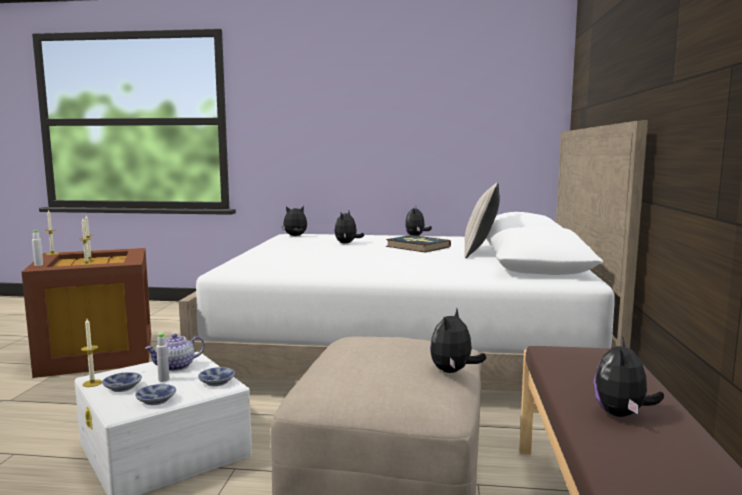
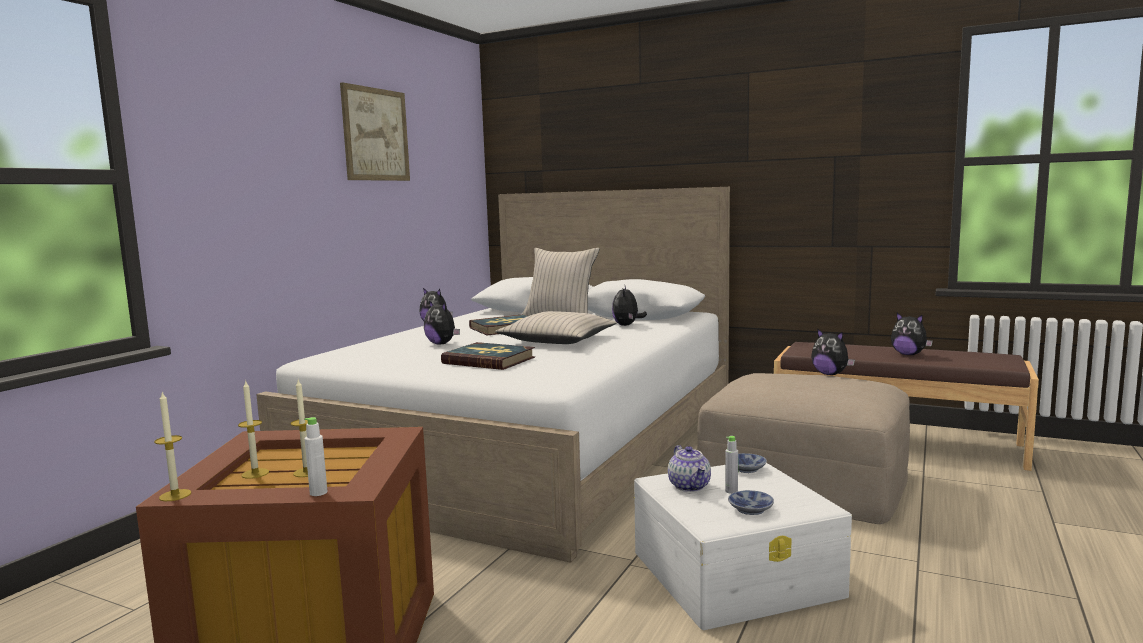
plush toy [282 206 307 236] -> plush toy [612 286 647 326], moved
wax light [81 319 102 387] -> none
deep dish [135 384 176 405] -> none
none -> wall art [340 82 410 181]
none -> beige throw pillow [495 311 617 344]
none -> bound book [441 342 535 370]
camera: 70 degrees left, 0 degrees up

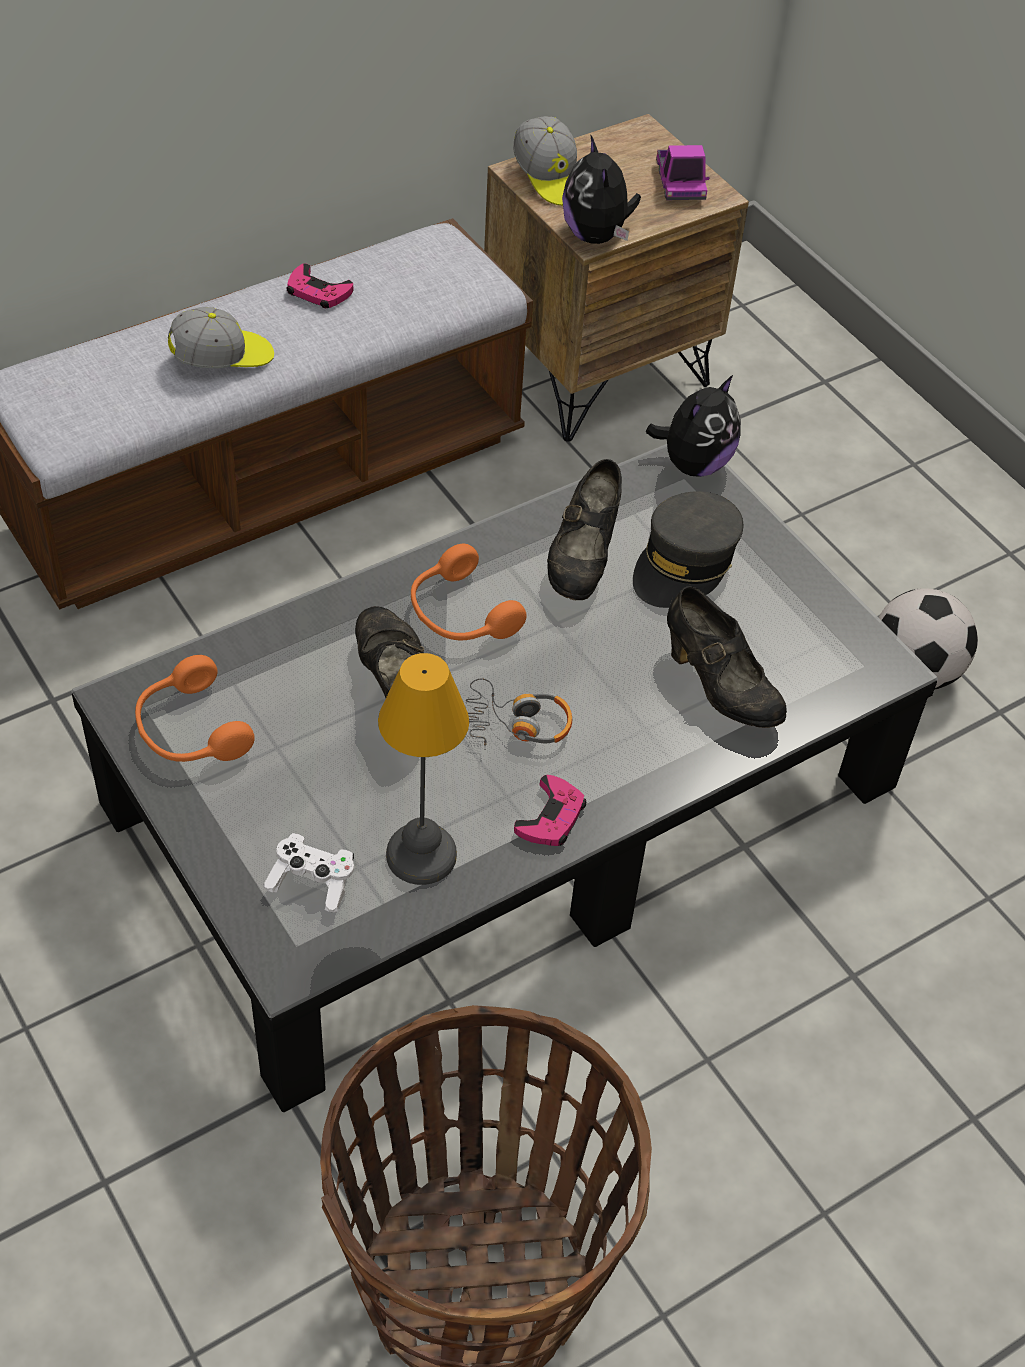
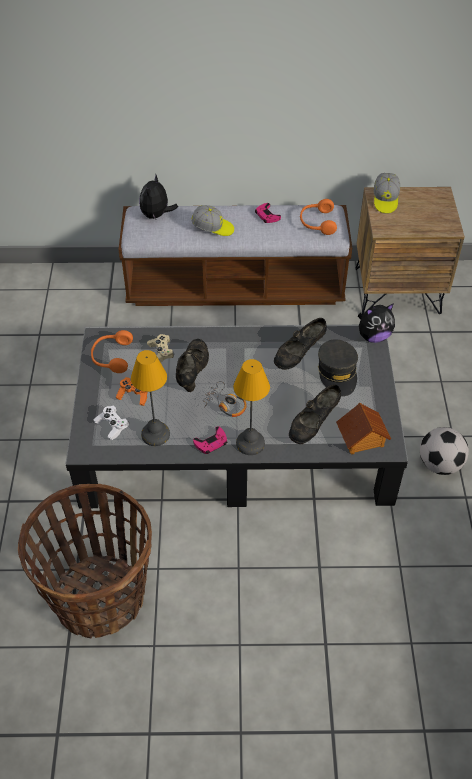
plush toy [562 134 641 244] -> plush toy [139 174 178 220], moved
model truck [656 145 710 200] -> none
grey baseball cap [633 491 743 608] -> grey baseball cap [318 339 358 396], 75 degrees counterclockwise
orangey pair of headphones [411 544 527 640] -> orangey pair of headphones [300 199 337 235], moved
black-coloured shoe [667 586 787 728] -> black-coloured shoe [289 384 341 444], 45 degrees clockwise
none -> beige gamepad [147 334 174 363]
none -> lamp for a table [233 359 270 455]
none -> orangey gamepad [116 377 148 406]
none -> model house [336 403 391 455]
camera: 35 degrees right, 0 degrees up

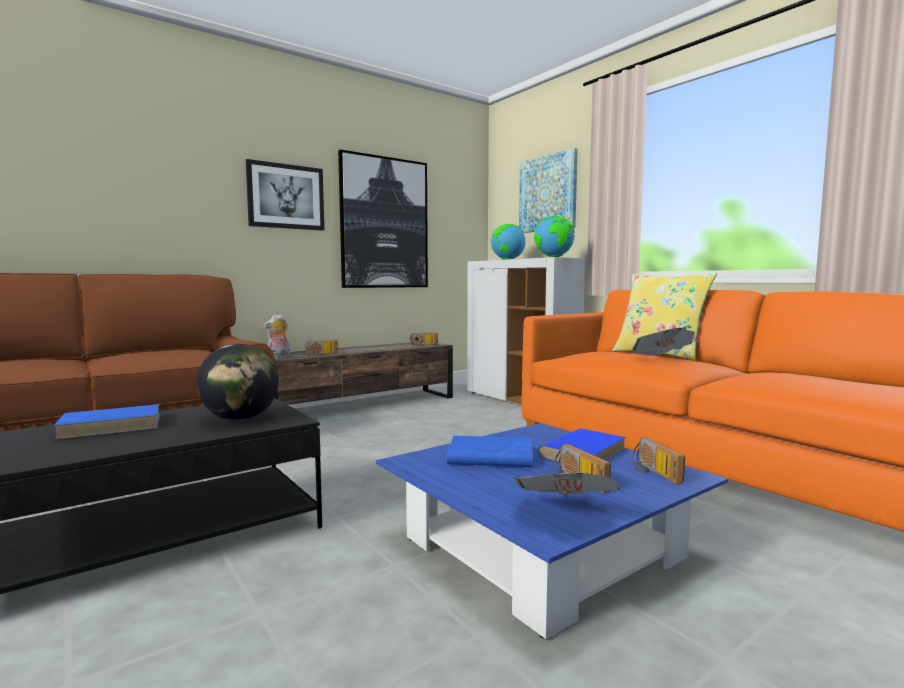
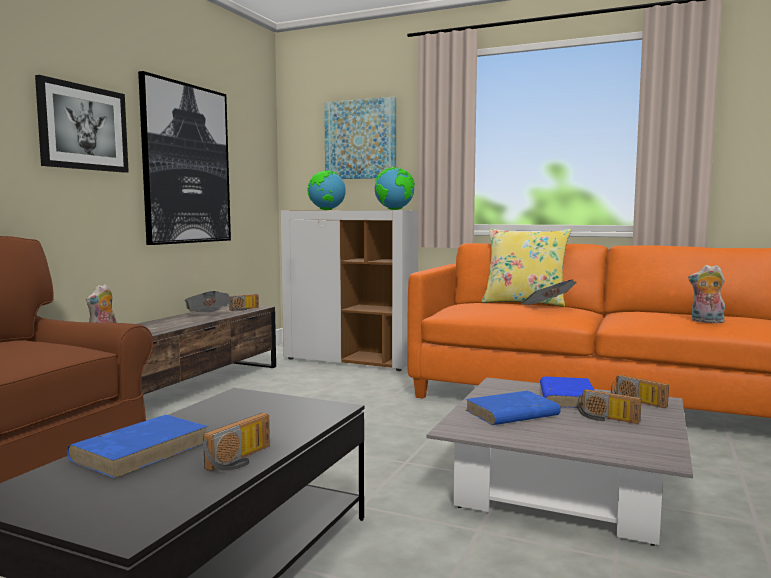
radio set [305 340 338 356] -> radio set [203 413 270 471], moved
globe [196 344 279 420] -> none
blue coffee table [376 423 728 639] -> grey coffee table [426 377 693 546]
newspaper [513 473 621 495] -> newspaper [184 291 232 312], moved
none -> plush toy [688 265 725 323]
camera: 30 degrees left, 0 degrees up

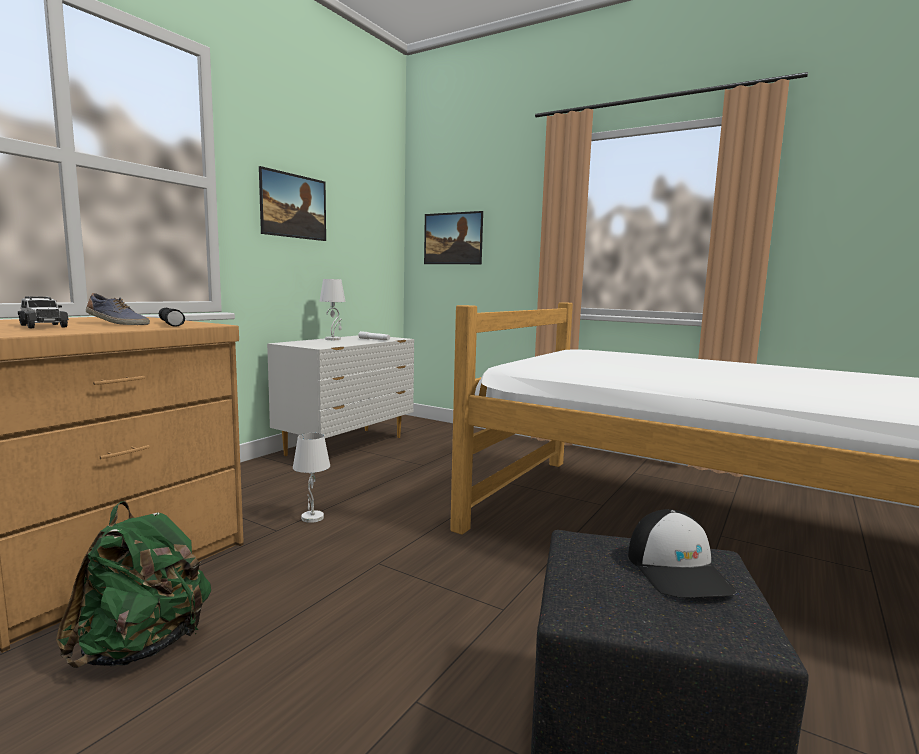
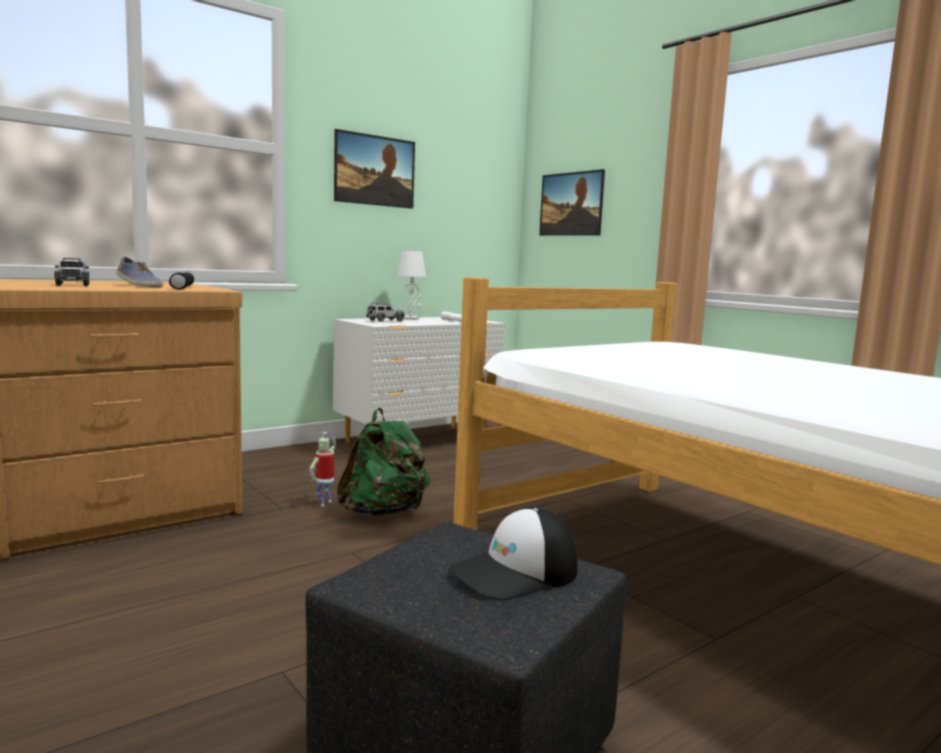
whitish lamp for a table [293 433 330 523] -> toy robot [309 432 336 506]
greenish knapsack [56 501 211 668] -> greenish knapsack [337 408 430 516], moved
baseball cap [628 509 737 598] -> baseball cap [449 507 578 600], 45 degrees clockwise
none -> toy car [366 303 405 322]
camera: 20 degrees right, 0 degrees up

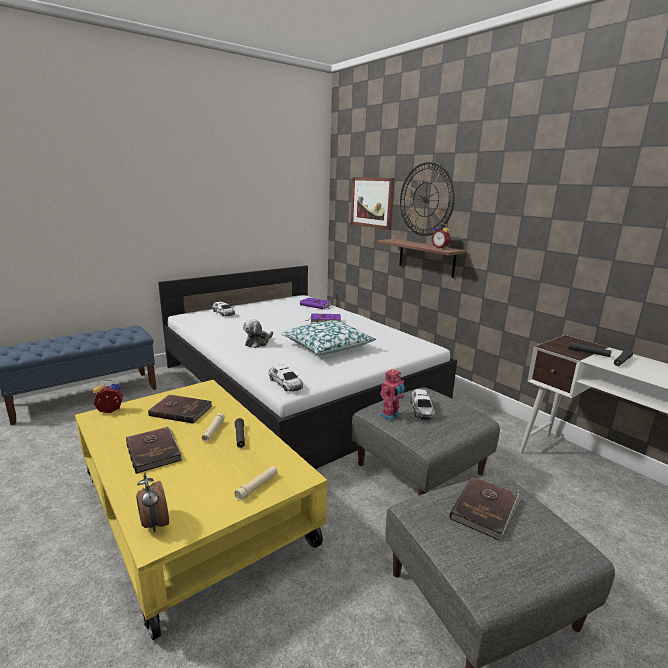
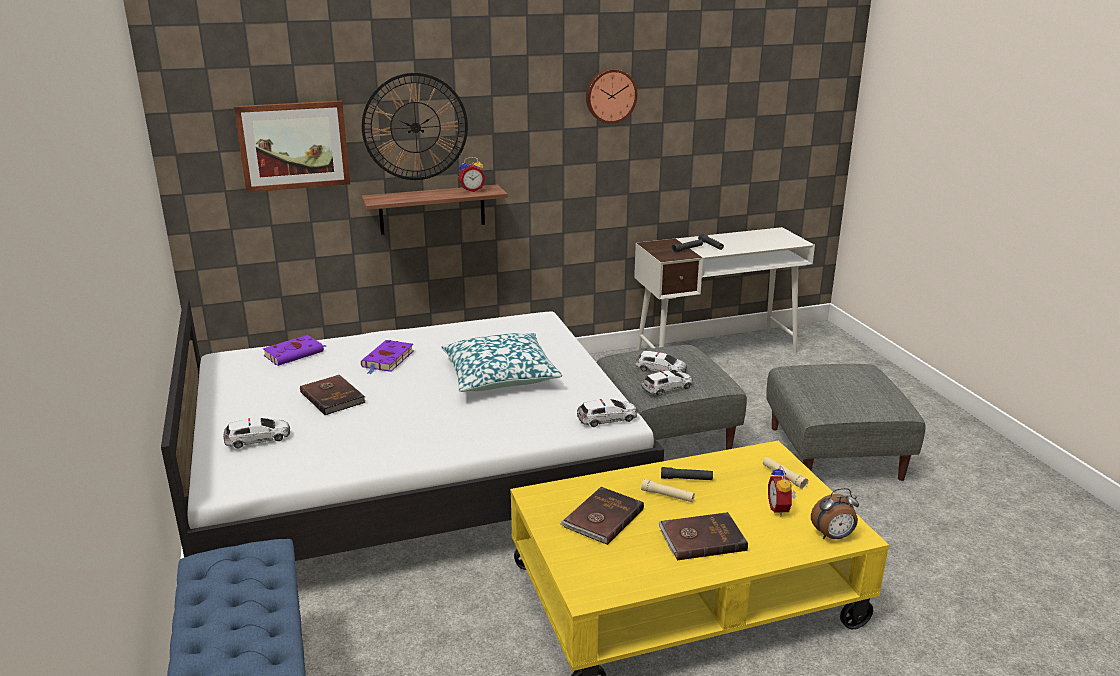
plush toy [243 319 273 348] -> none
toy robot [380 368 405 421] -> toy car [641 370 693 396]
bedside clock [93 380 123 413] -> bedside clock [768 465 796 516], moved
brown bound book [450 476 521 541] -> brown bound book [300 375 365 415], moved
none -> wall clock [586 69 637 124]
camera: 70 degrees left, 5 degrees up

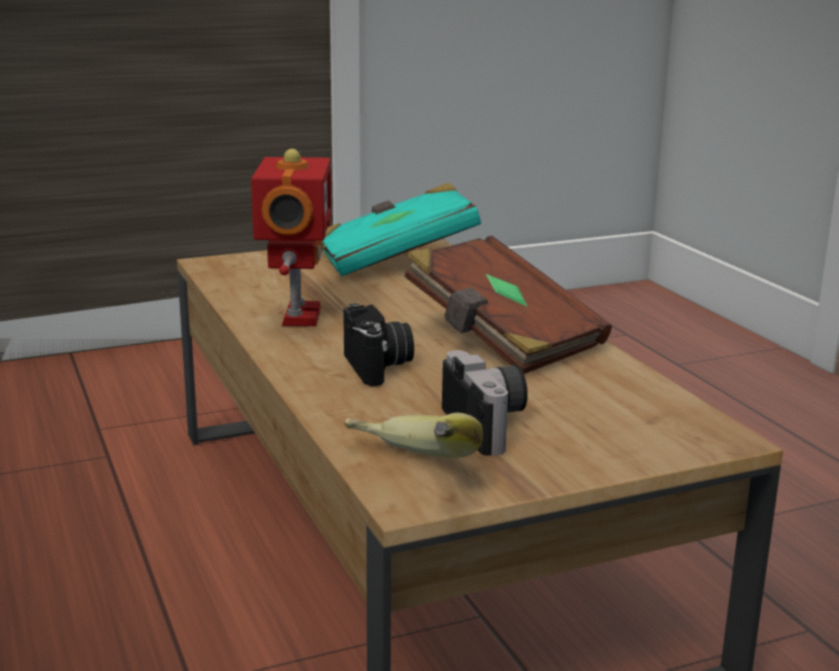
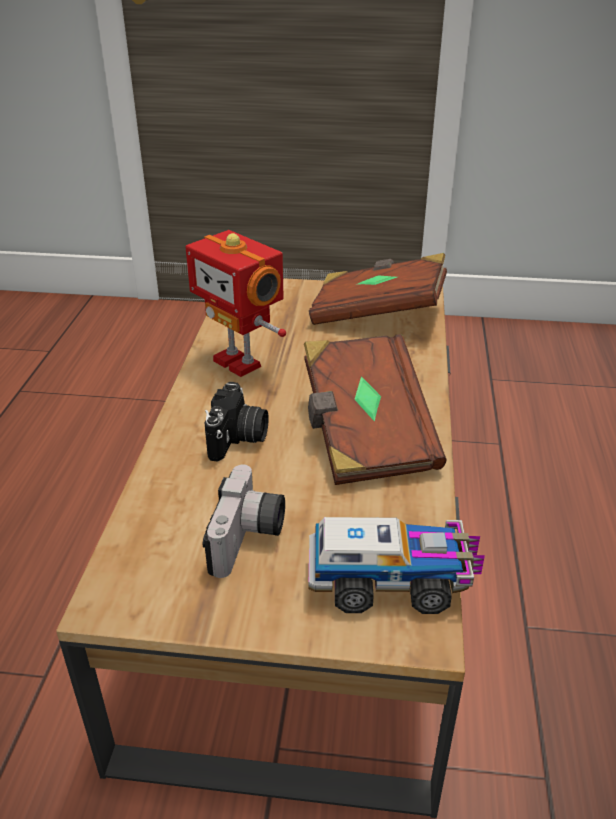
toy robot [251 149 332 326] -> toy robot [185 230 286 377], 105 degrees clockwise
turquoise-coloured bound book [323 183 481 277] -> brown bound book [309 253 447 325]
whole banana [344 413 483 458] -> none
none -> model truck [309 517 485 614]
camera: 30 degrees right, 15 degrees up

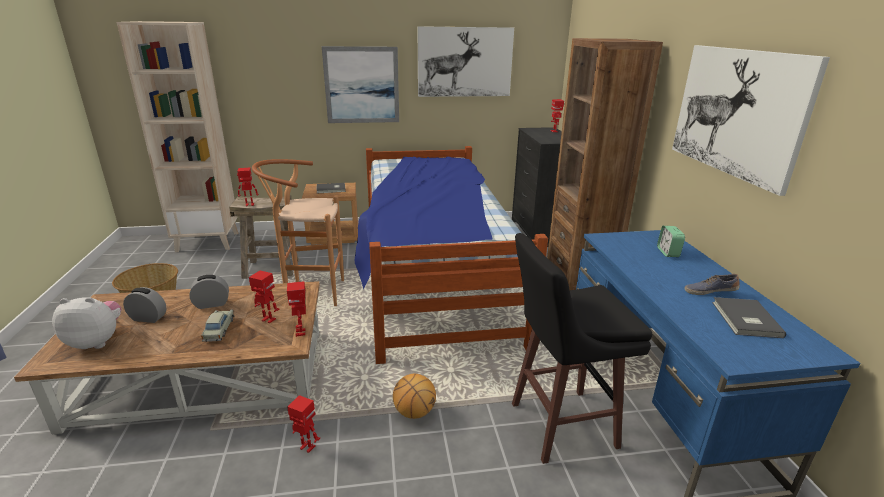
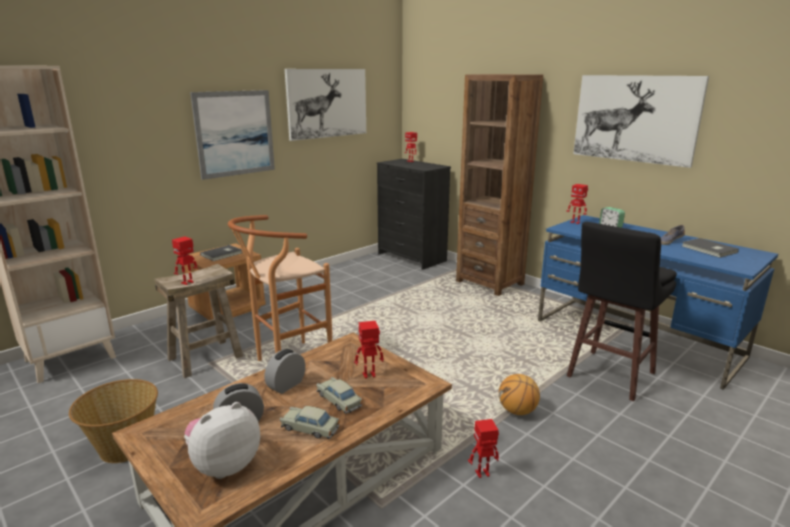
sleeping bed [355 146 548 364] -> none
toy robot [287 281 306 337] -> toy robot [566 184 588 224], moved
none -> beige toy car [280 406 340 439]
camera: 35 degrees left, 5 degrees down

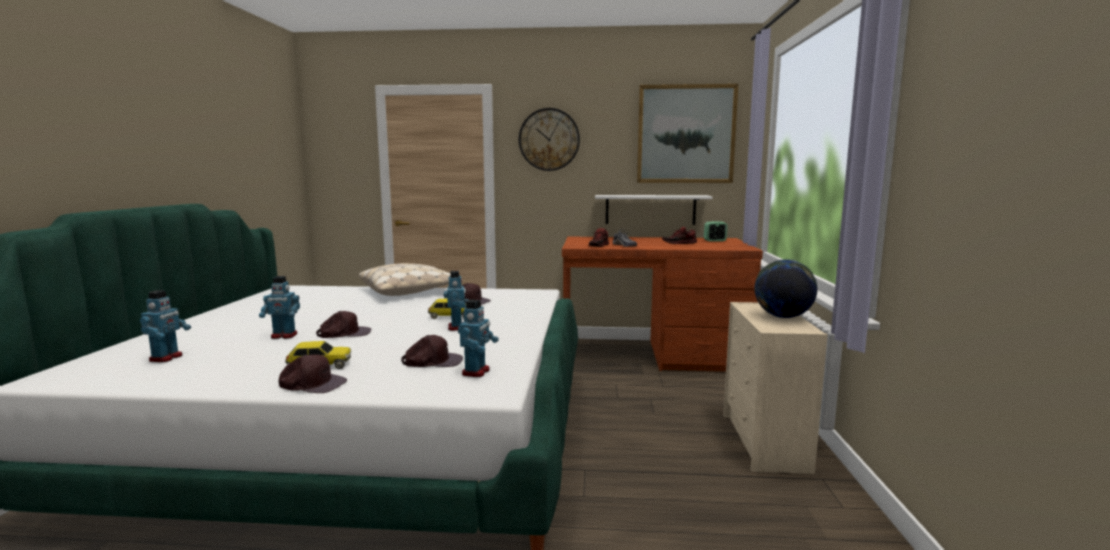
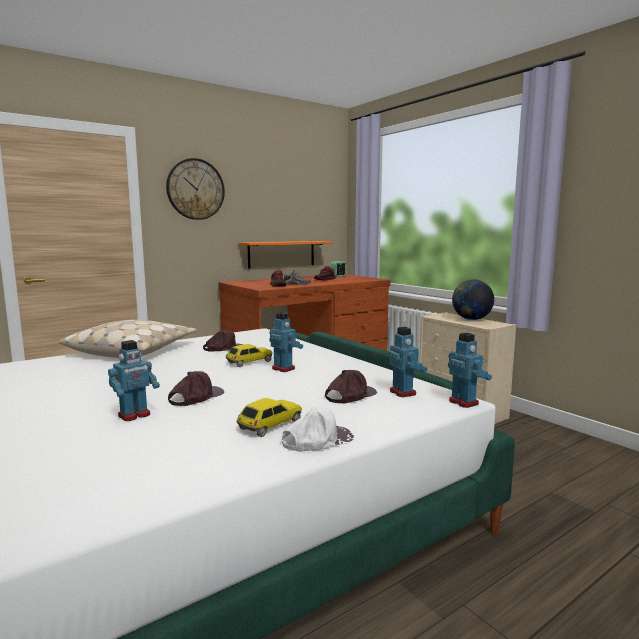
wall art [637 84 738 183] -> none
whitish bracket shelf [595 195 713 225] -> orangey bracket shelf [239 241 333 269]
toy robot [140 290 191 362] -> toy robot [448 333 492 408], moved
brown baseball cap [279 354 347 393] -> whitish baseball cap [282 407 354 452]
camera: 40 degrees left, 0 degrees up

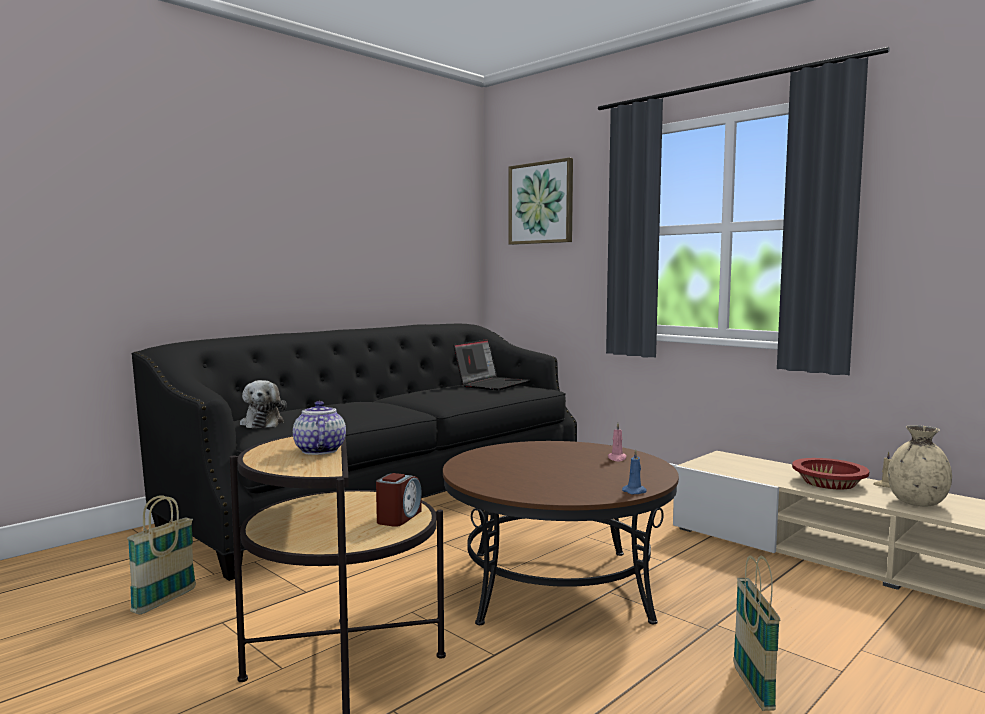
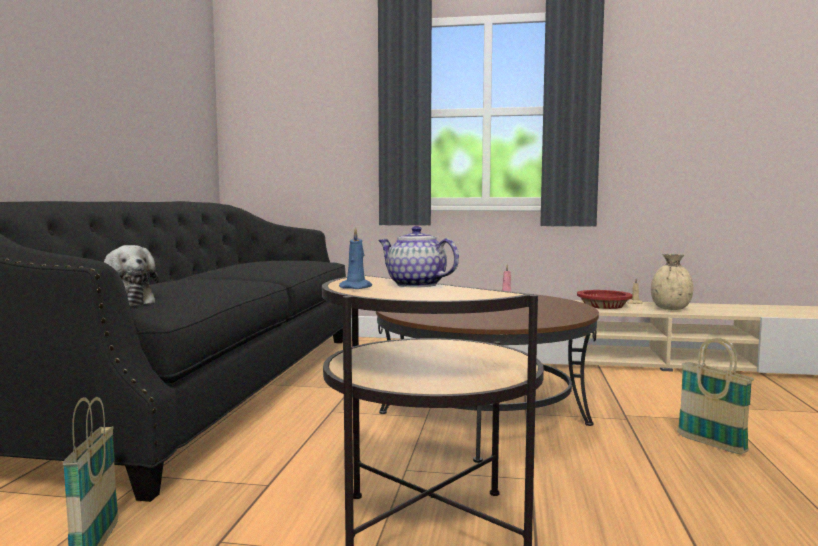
wall art [508 158 573 245] -> none
portable computer [453 339 531 390] -> none
blue wax light [622 449 647 494] -> blue wax light [339 227 372 289], moved
bedside clock [376 473 422 527] -> none
camera: 35 degrees left, 0 degrees up

